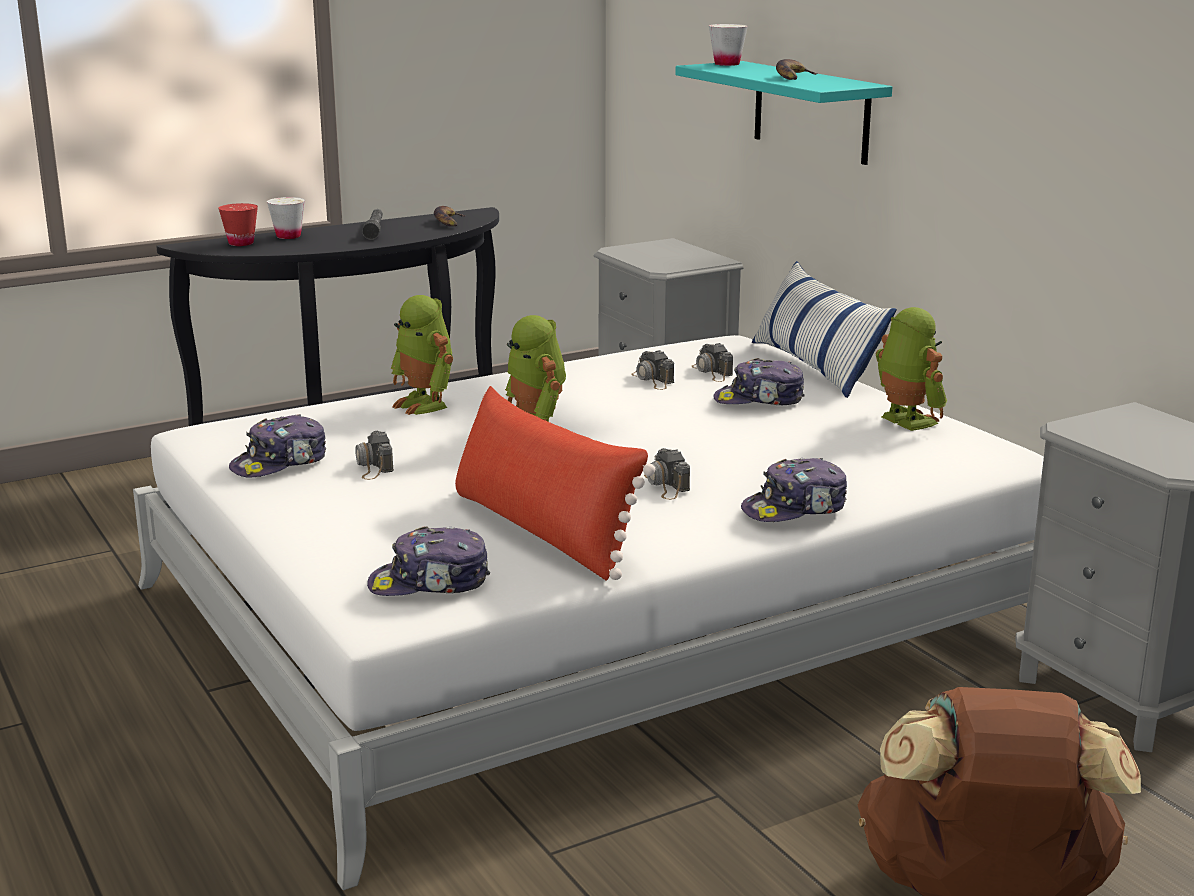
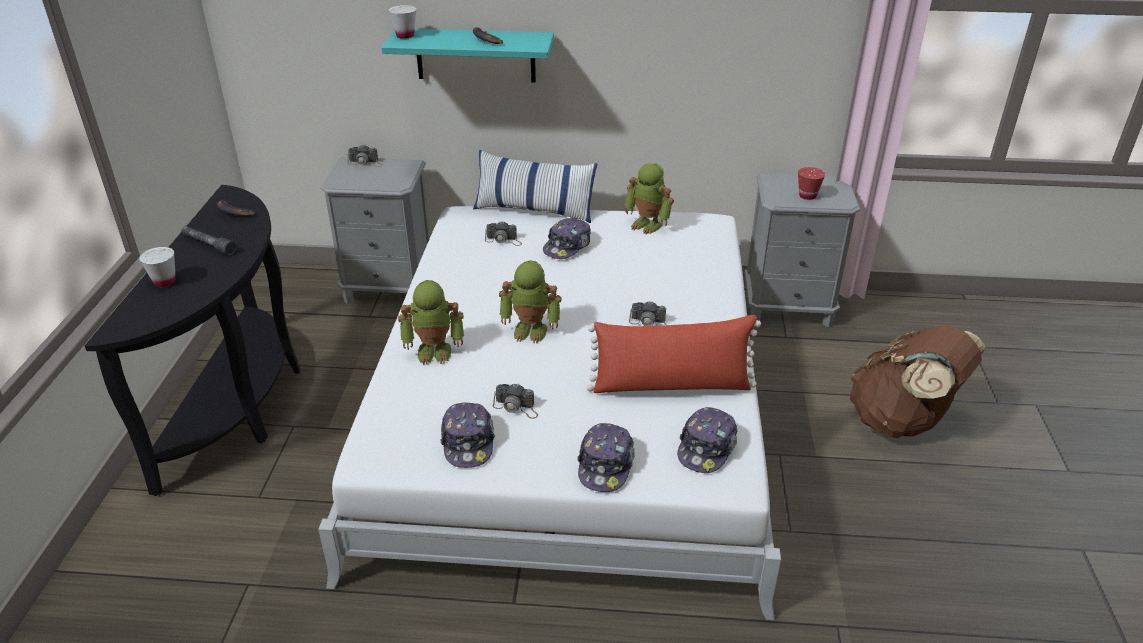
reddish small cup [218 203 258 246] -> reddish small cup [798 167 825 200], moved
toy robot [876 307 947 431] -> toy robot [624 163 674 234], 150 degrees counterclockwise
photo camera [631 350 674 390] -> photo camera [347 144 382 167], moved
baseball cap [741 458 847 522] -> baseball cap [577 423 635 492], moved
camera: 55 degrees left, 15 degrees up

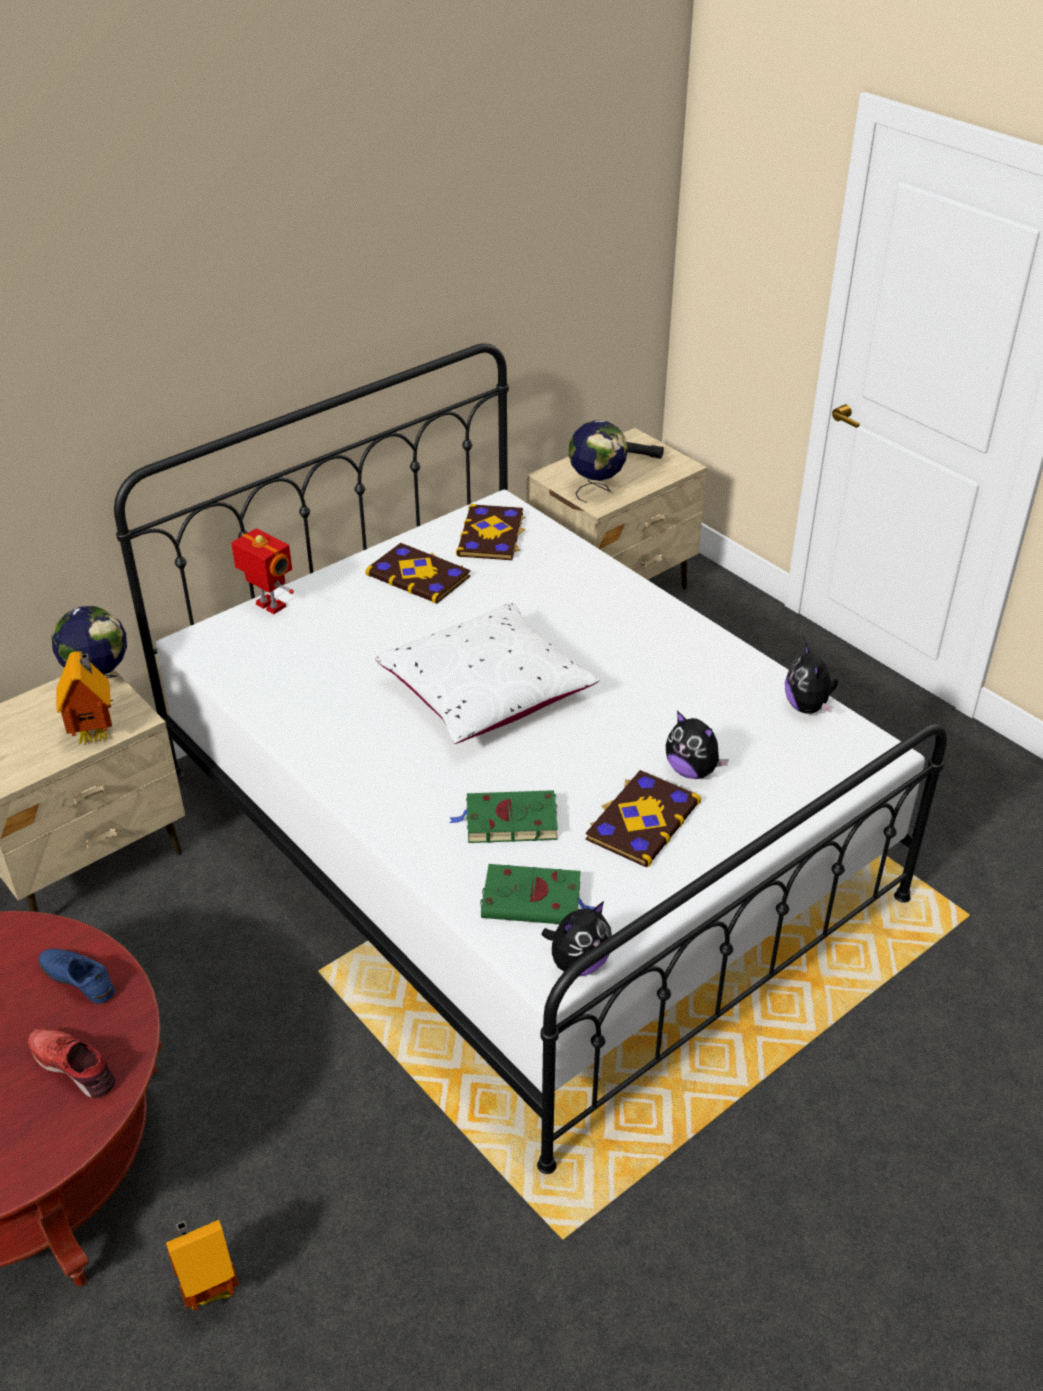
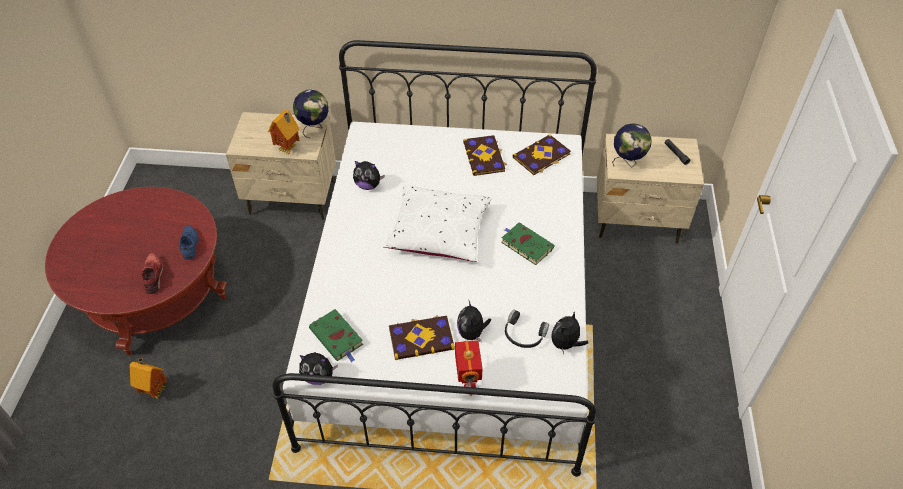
toy robot [231 528 294 614] -> toy robot [455 340 483 396], moved
greenish bound book [449 790 558 843] -> greenish bound book [501 222 554 265], moved
none -> plush toy [353 161 385 190]
none -> black-coloured pair of headphones [505 309 549 348]
camera: 45 degrees right, 10 degrees up

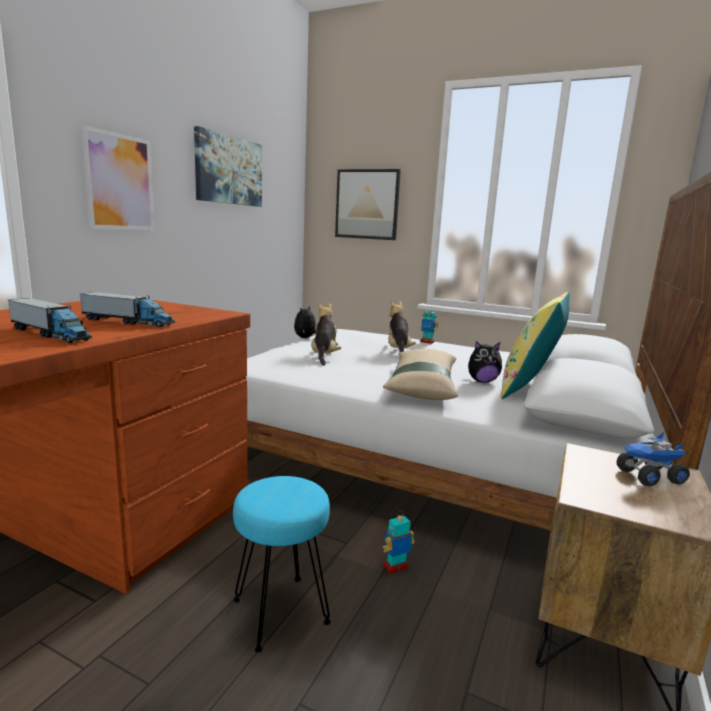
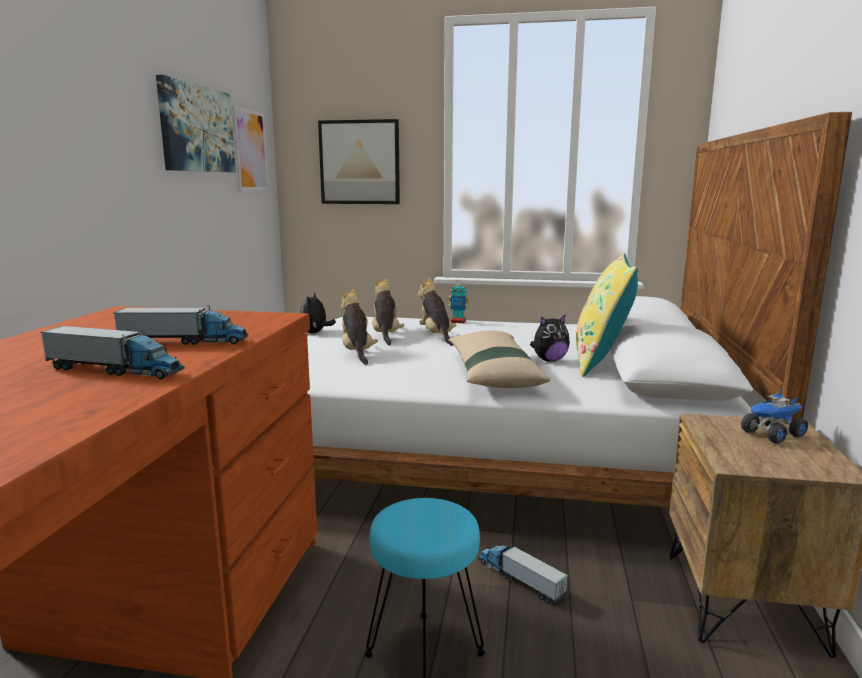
wall art [81 125 155 231] -> wall art [232 106 269 191], moved
toy robot [382 511 414 574] -> model truck [478 543 569 604]
none -> plush toy [372 278 404 345]
camera: 15 degrees left, 0 degrees up

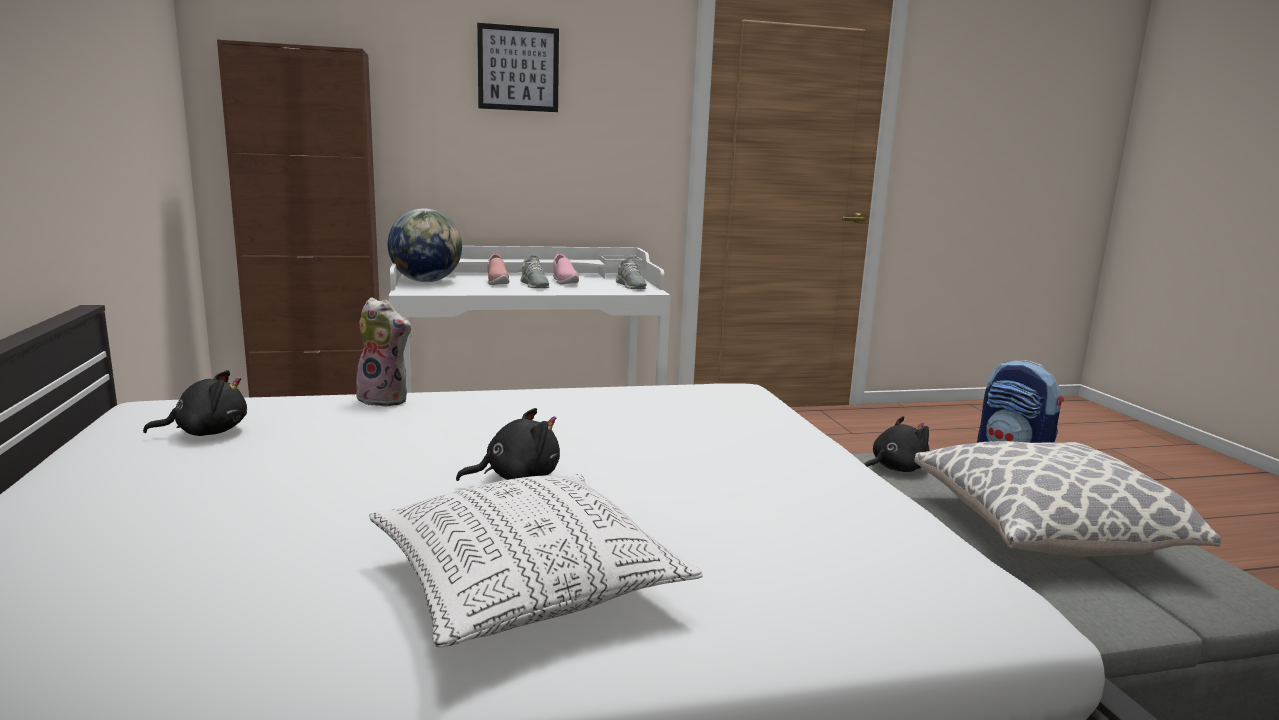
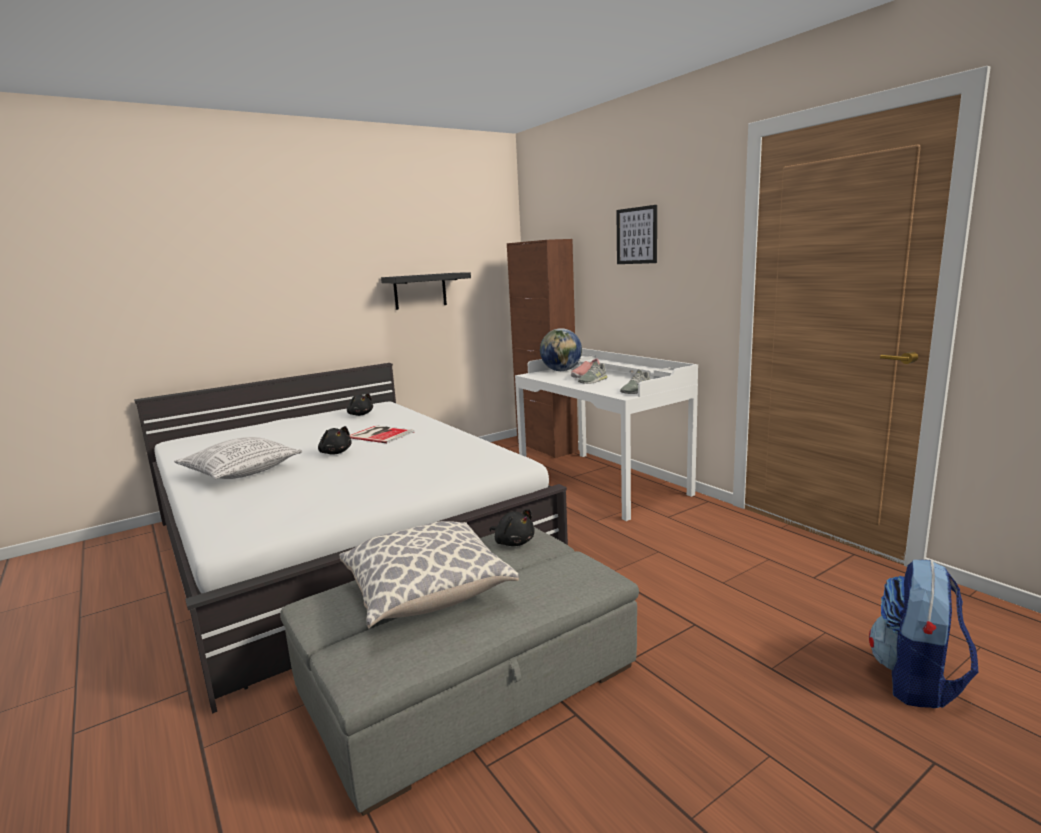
pink shoe [553 254 579 284] -> none
plush toy [356 297 412 407] -> none
none -> black-coloured bracket shelf [381 272 471 310]
none -> bound book [350 425 415 443]
camera: 70 degrees right, 0 degrees up

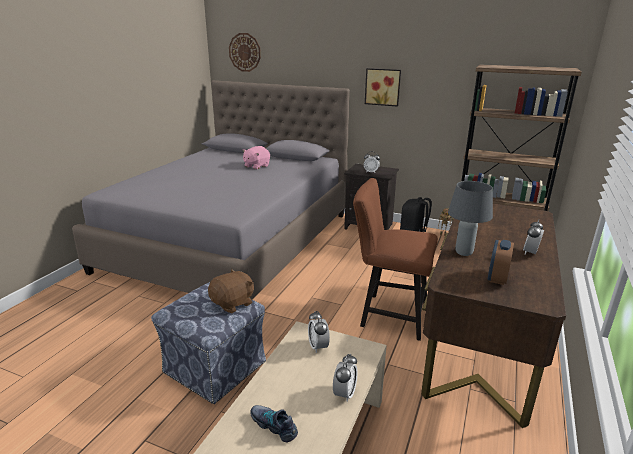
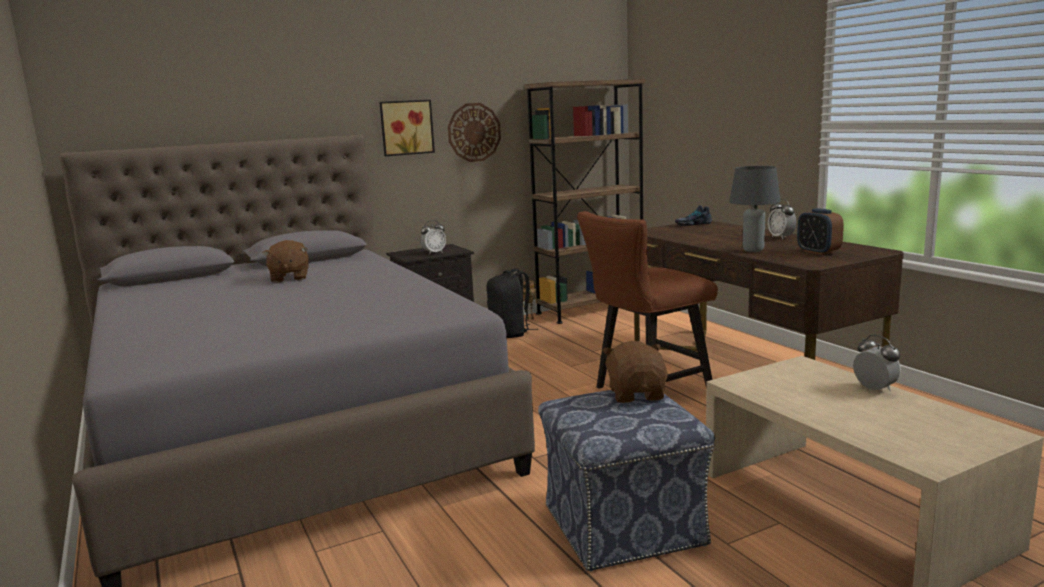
wall clock [229 33 261 72] -> wall clock [448 103 501 162], moved
pink plush toy [242 146 270 170] -> brown plush toy [262 240 308 283]
bedside clock [308 311 330 353] -> none
shoe [250 405 298 442] -> shoe [675 205 712 226], moved
camera: 50 degrees left, 10 degrees down

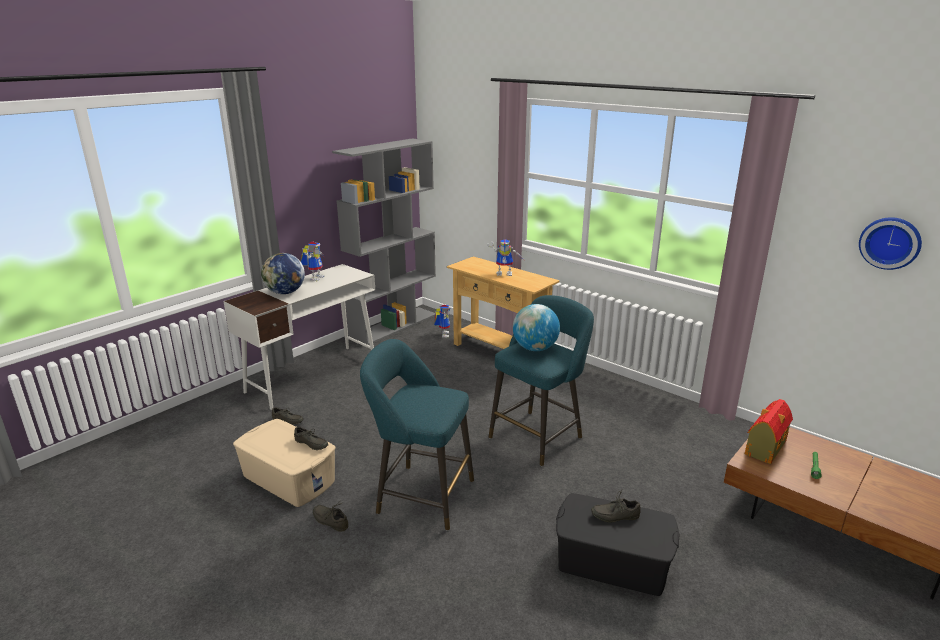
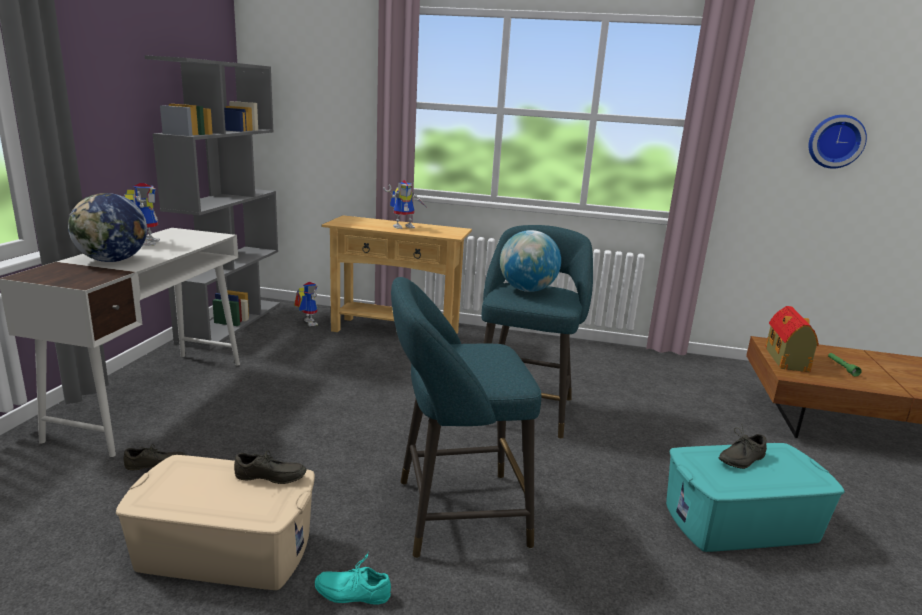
black-coloured storage bin [556 493 679 596] -> turquoise-coloured storage bin [666 443 845 552]
grey shoe [313 502 348 532] -> turquoise-coloured shoe [315 552 391 605]
camera: 30 degrees left, 5 degrees down

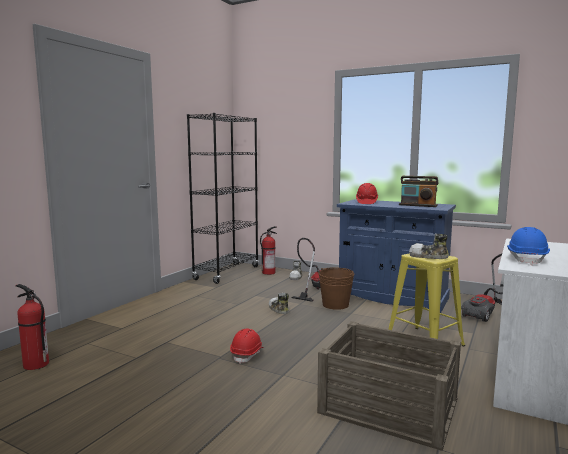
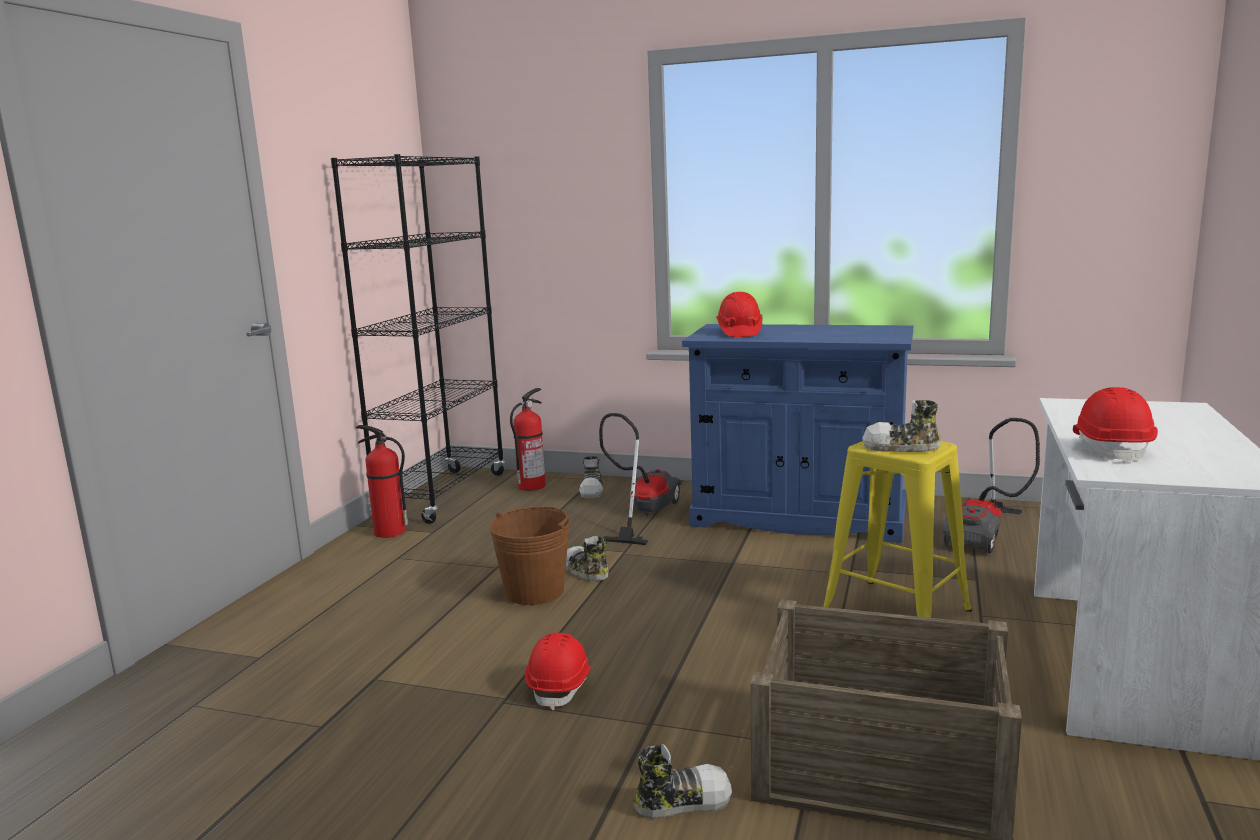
radio set [399 176 438 207] -> none
blue work helmet [507 227 550 265] -> reddish work helmet [1073 387 1158 464]
brown bucket [319 267 354 310] -> brown bucket [489 506 570 605], moved
fire extinguisher [16 284 49 370] -> fire extinguisher [356 425 408 538], moved
none -> shoe [633 744 732 819]
camera: 10 degrees left, 5 degrees up

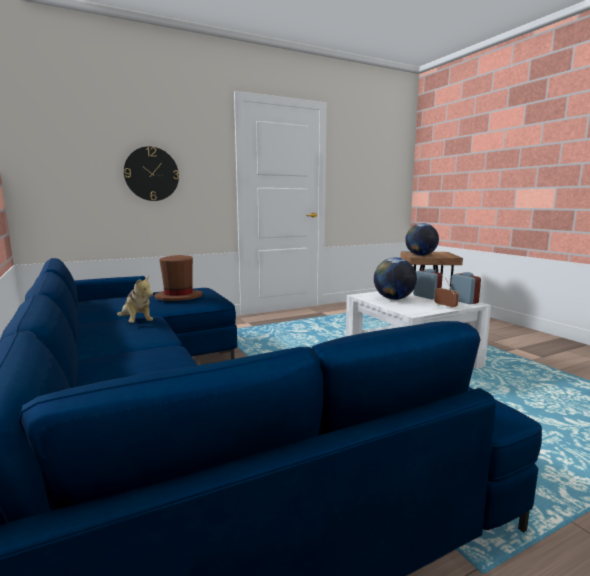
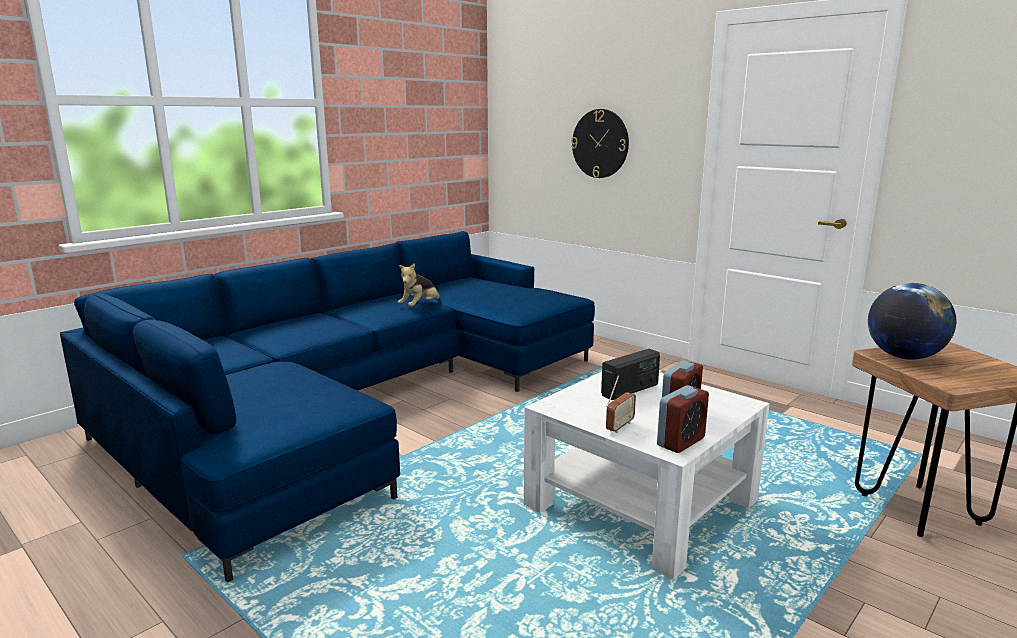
brown hat [154 255 203 301] -> none
globe [374 257 417 300] -> radio set [601 349 660 400]
camera: 70 degrees right, 5 degrees up

